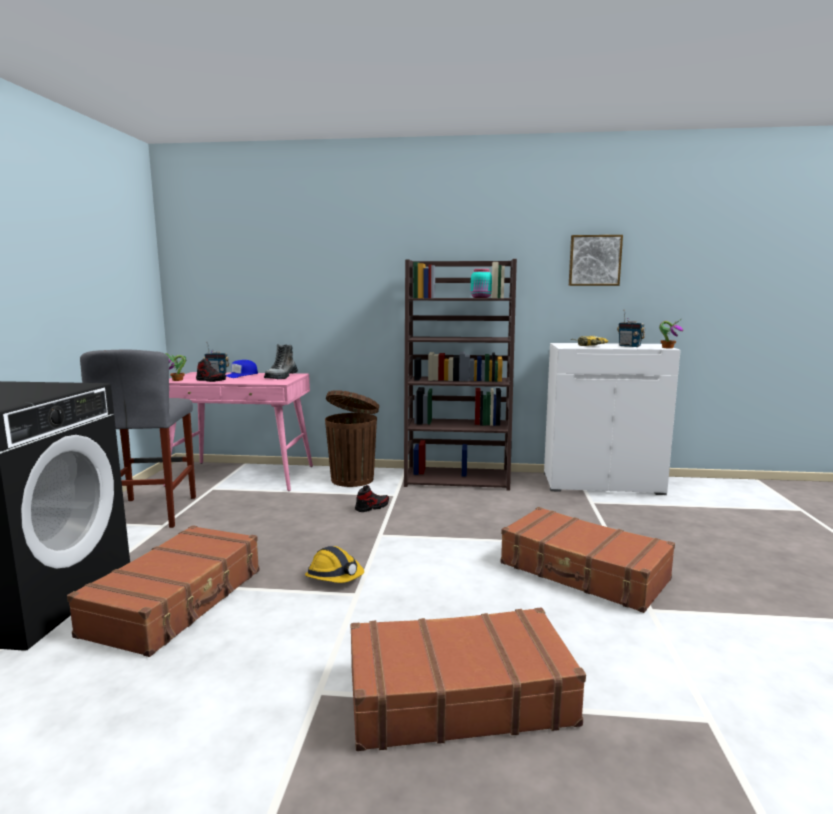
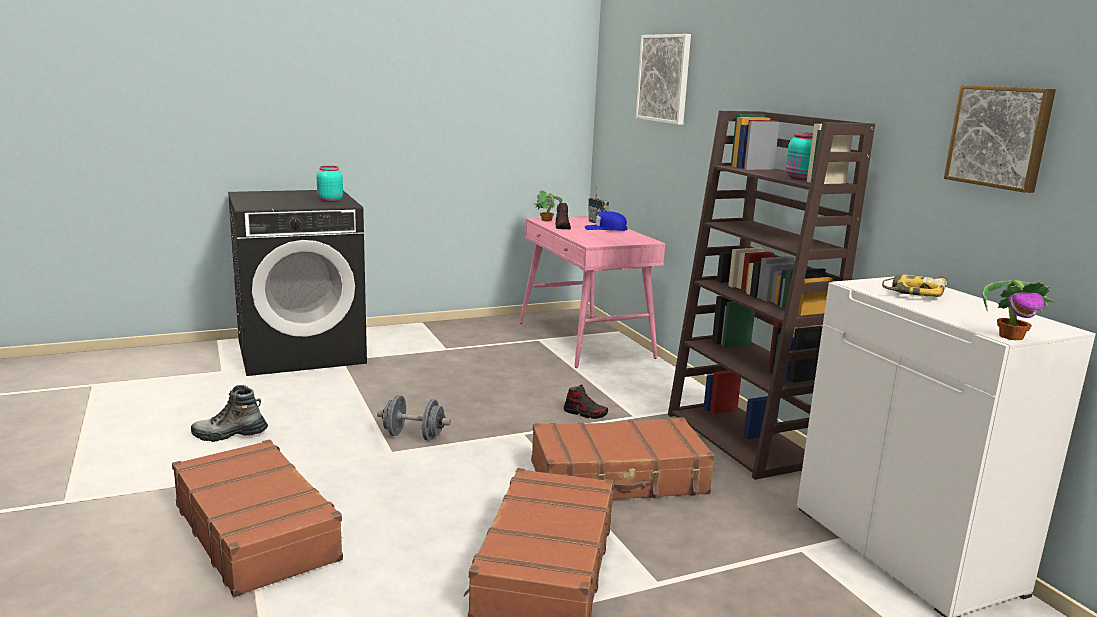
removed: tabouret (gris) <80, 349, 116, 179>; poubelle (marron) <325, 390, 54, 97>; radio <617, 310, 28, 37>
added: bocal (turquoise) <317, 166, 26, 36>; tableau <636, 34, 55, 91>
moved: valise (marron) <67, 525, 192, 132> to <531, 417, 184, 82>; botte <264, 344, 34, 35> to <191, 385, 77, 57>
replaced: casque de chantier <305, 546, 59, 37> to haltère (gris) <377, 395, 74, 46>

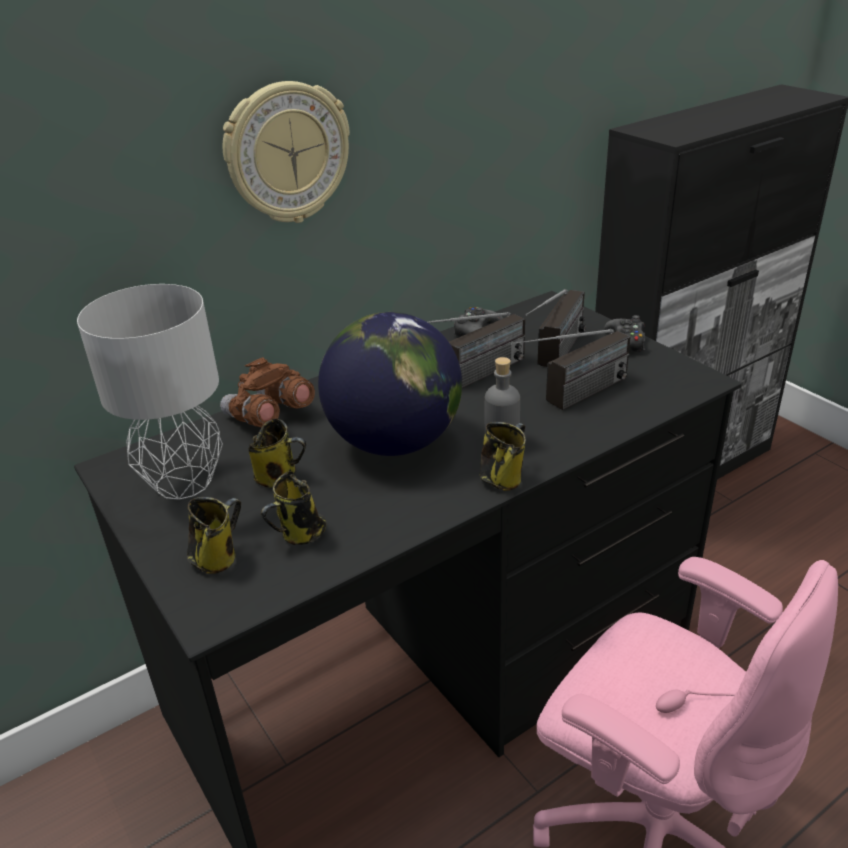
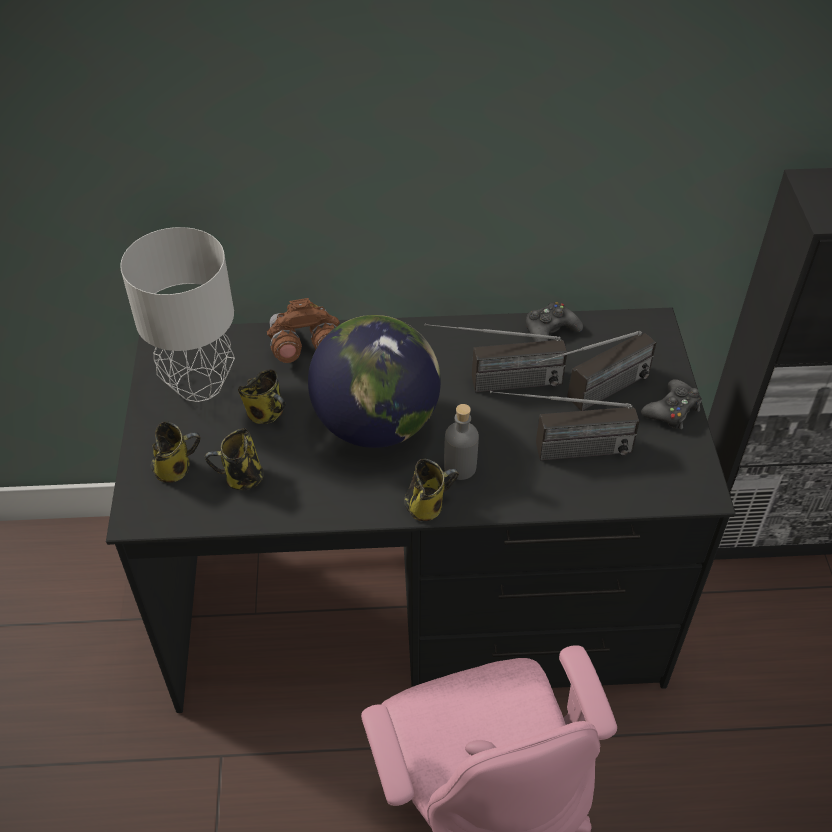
removed: horloge murale <222, 81, 128, 142>

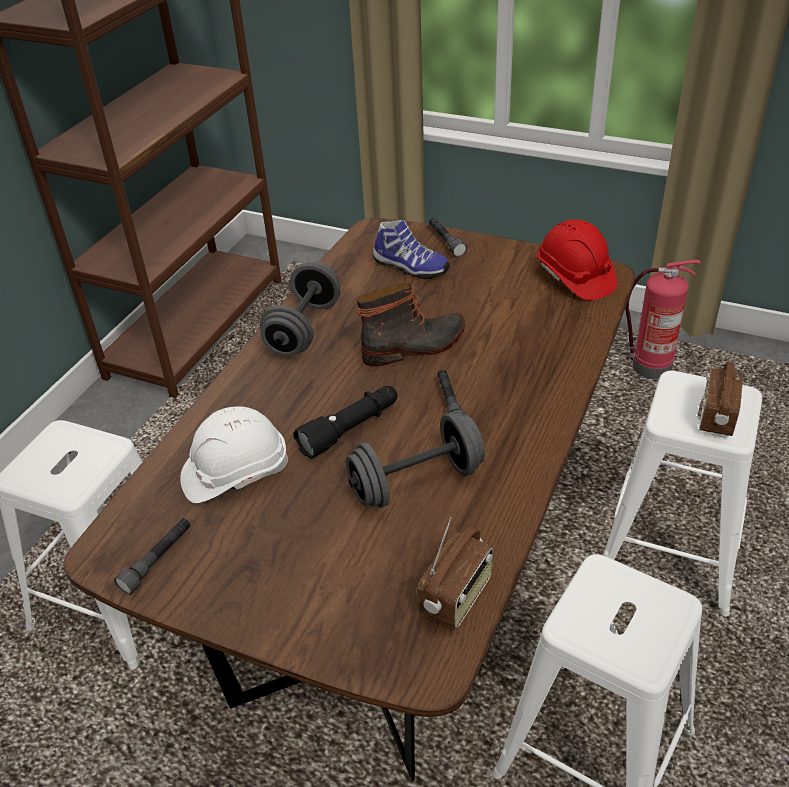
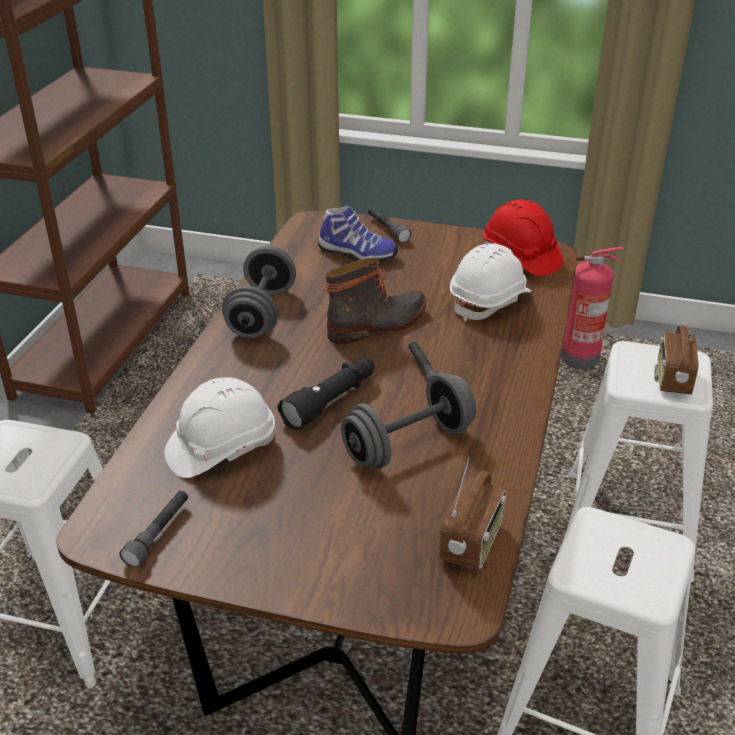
added: casque de chantier (blanc) <450, 243, 81, 79>

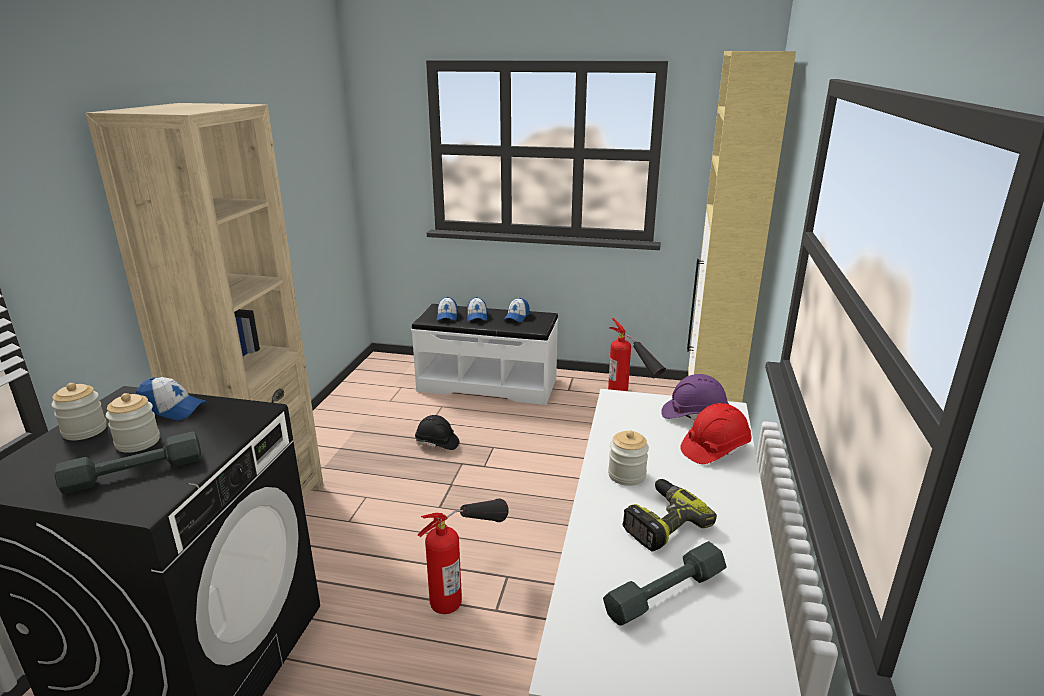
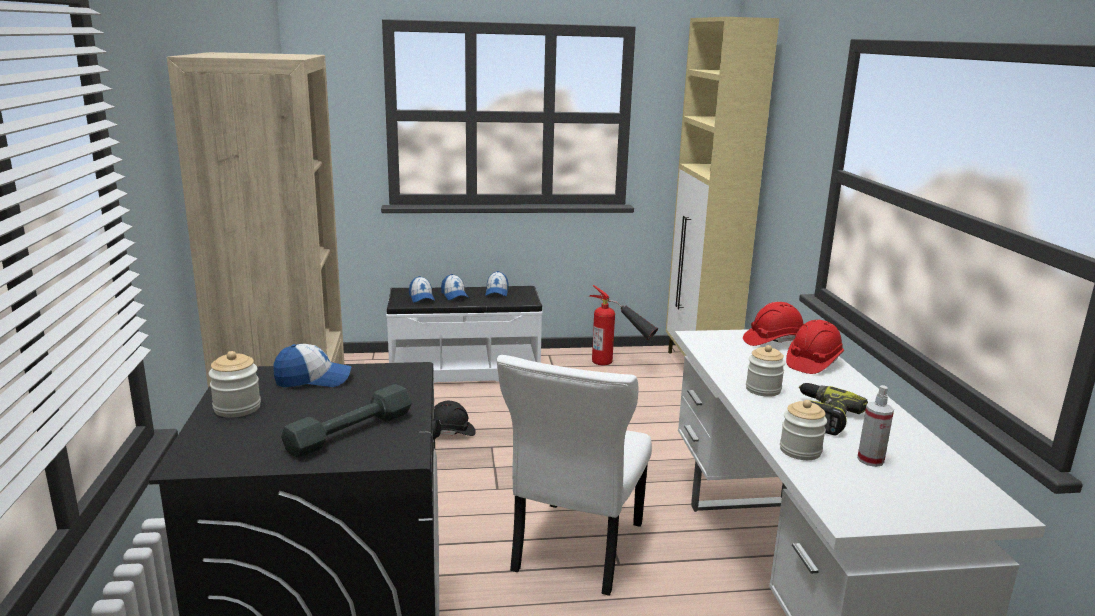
moved: bocal <106, 393, 54, 60> to <780, 400, 47, 60>
replaced: extincteur <418, 498, 91, 116> to chaise (blanc) <497, 355, 155, 241>; haltère (gris) <603, 541, 123, 85> to vaporisateur <857, 385, 37, 82>
recoloured: casque de chantier (violet) <661, 374, 68, 46> to casque de chantier (rouge) <743, 302, 61, 44>

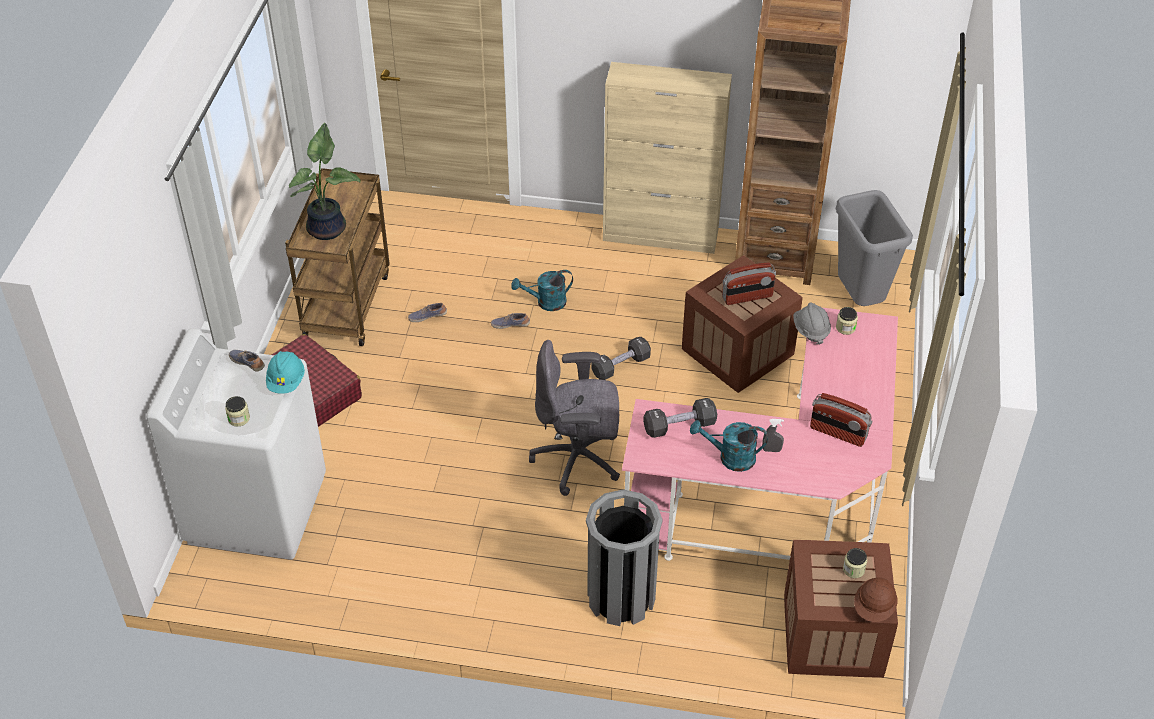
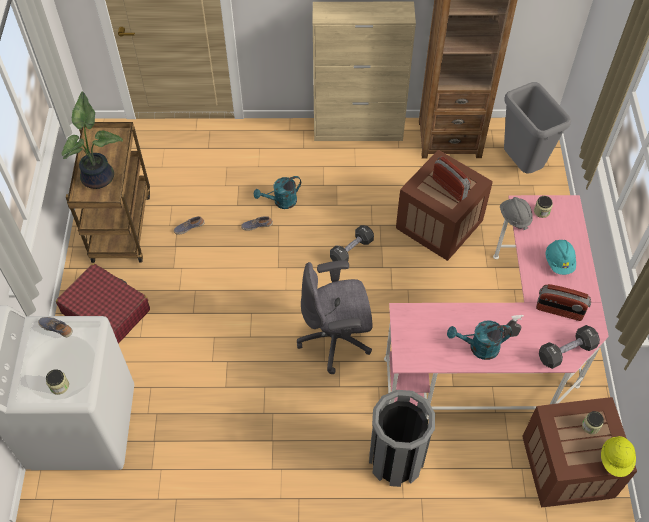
moved: casque de chantier (turquoise) <266, 351, 39, 43> to <545, 240, 31, 35>; haltère (noir) <643, 398, 74, 40> to <539, 325, 61, 44>
recoloured: casque de chantier (marron) <854, 577, 43, 45> to casque de chantier (jaune) <601, 436, 35, 41>
turned: radio <722, 262, 54, 43> = <432, 156, 39, 46> 105 degrees counterclockwise

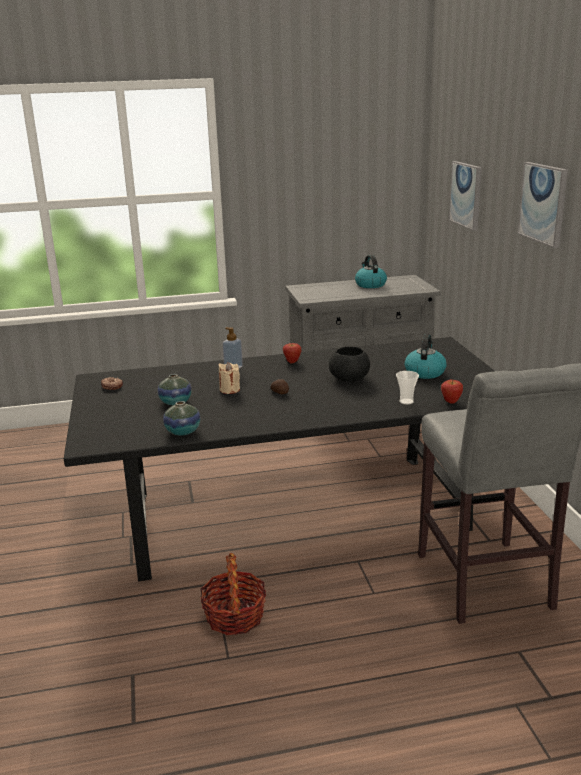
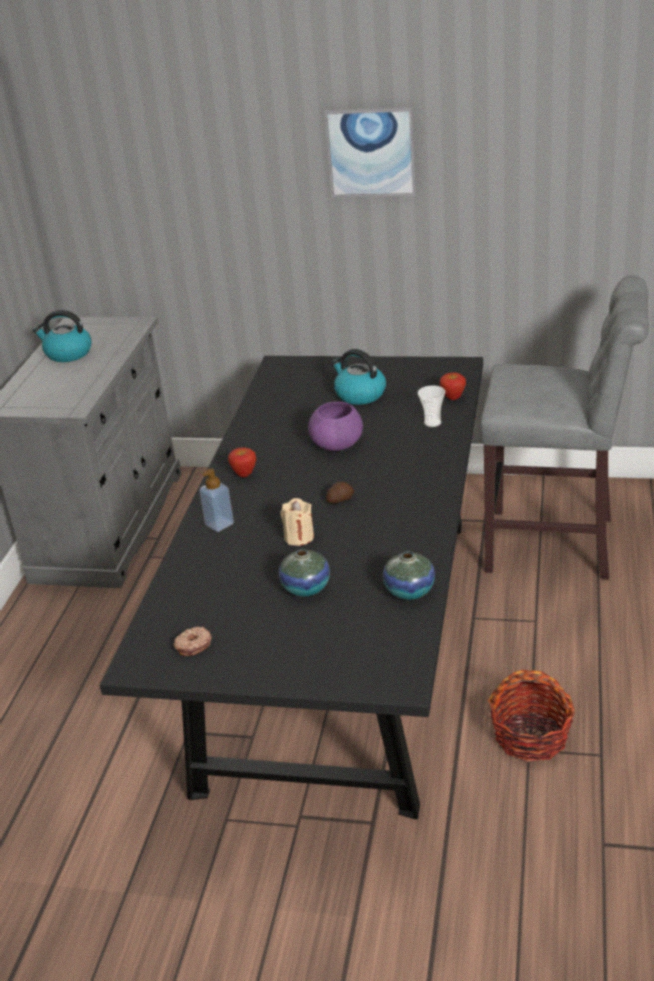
removed: tableau <449, 161, 33, 70>
recoloured: bol (noir) <329, 347, 41, 35> to bol (violet) <308, 402, 55, 49>

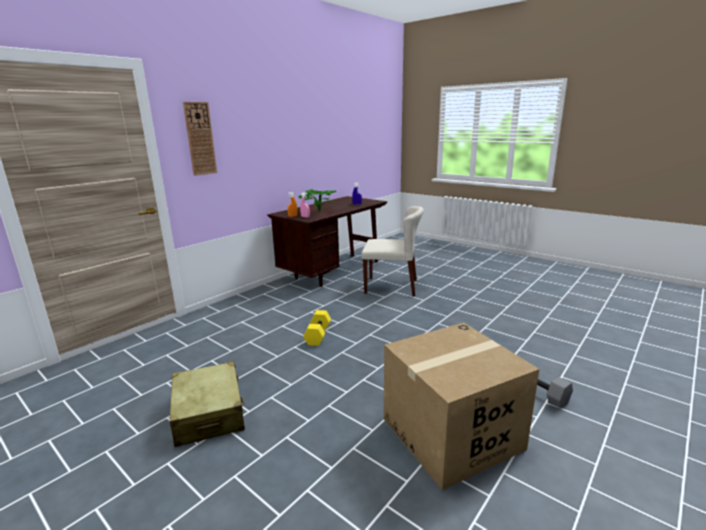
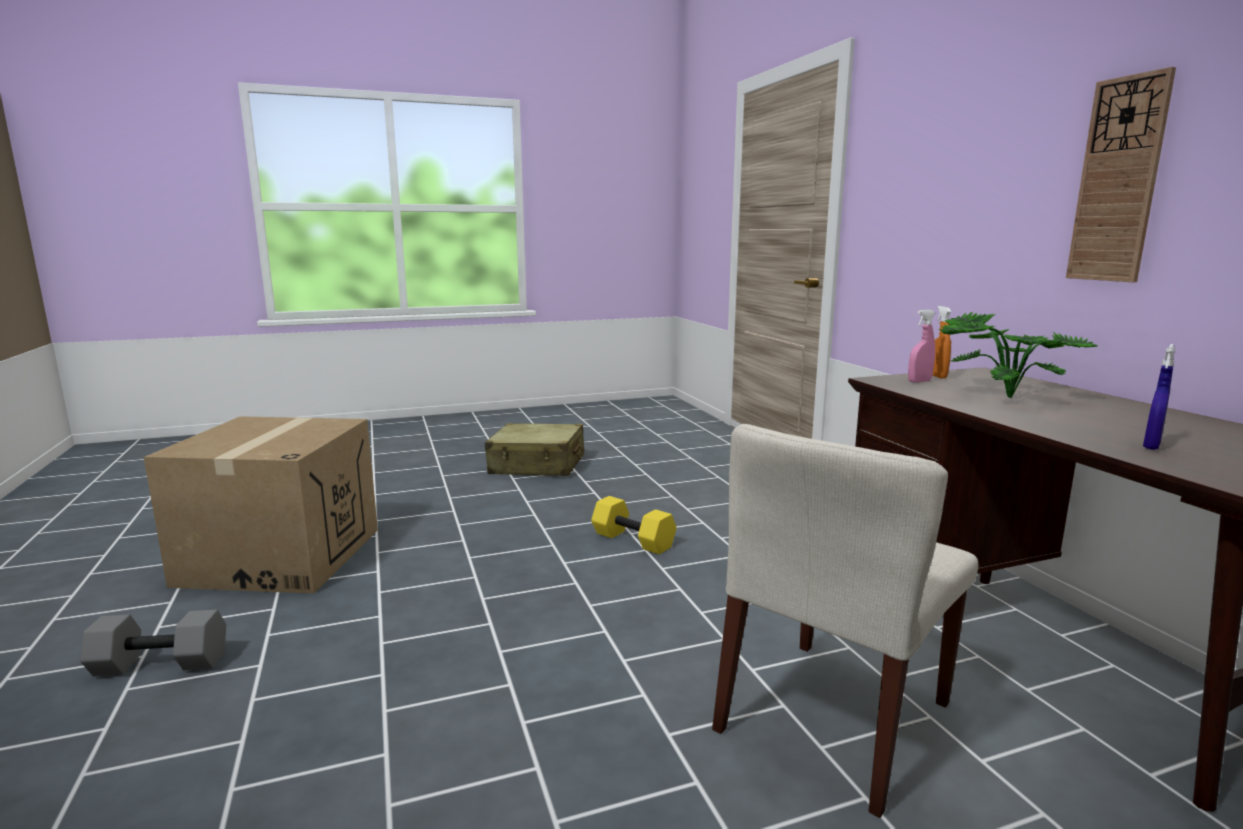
moved: horloge murale <183, 102, 34, 74> to <1066, 67, 110, 215>

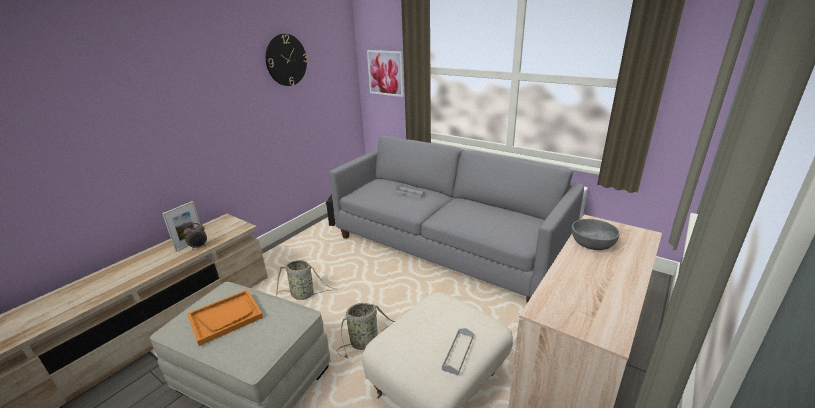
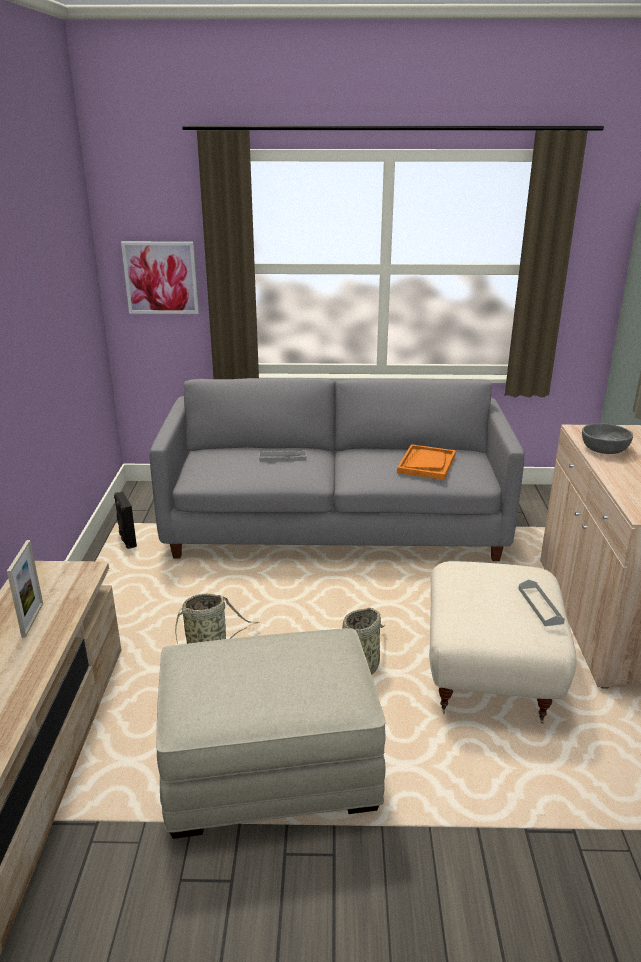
removed: réveil <184, 223, 23, 27>; horloge murale <266, 34, 42, 52>
moved: plateau (orange) <187, 289, 76, 57> to <397, 444, 59, 36>

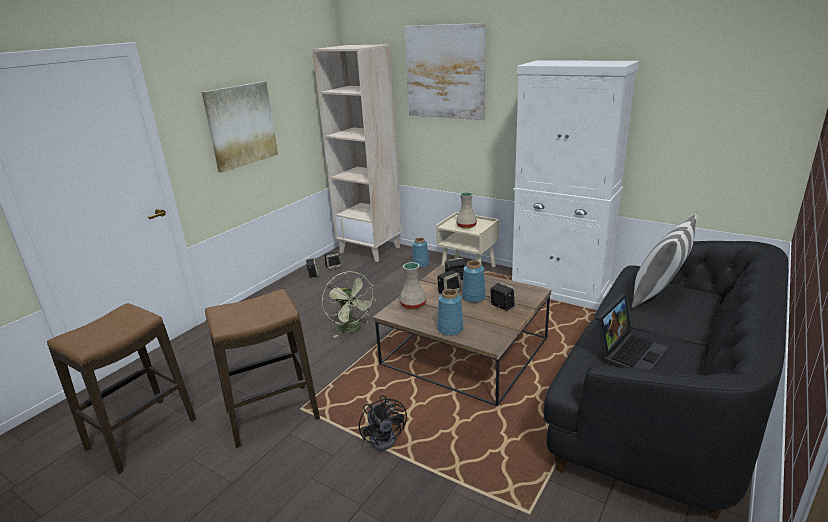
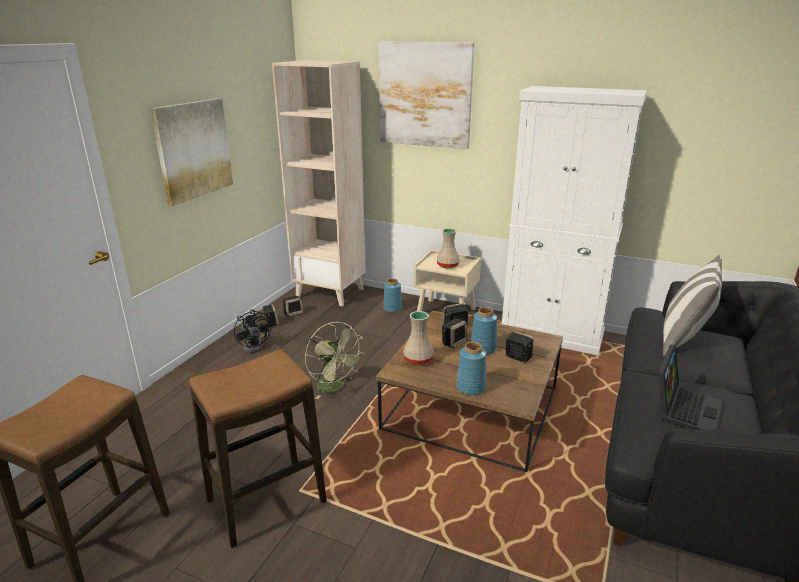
moved: ventilateur (noir) <359, 395, 48, 56> to <234, 309, 37, 44>

